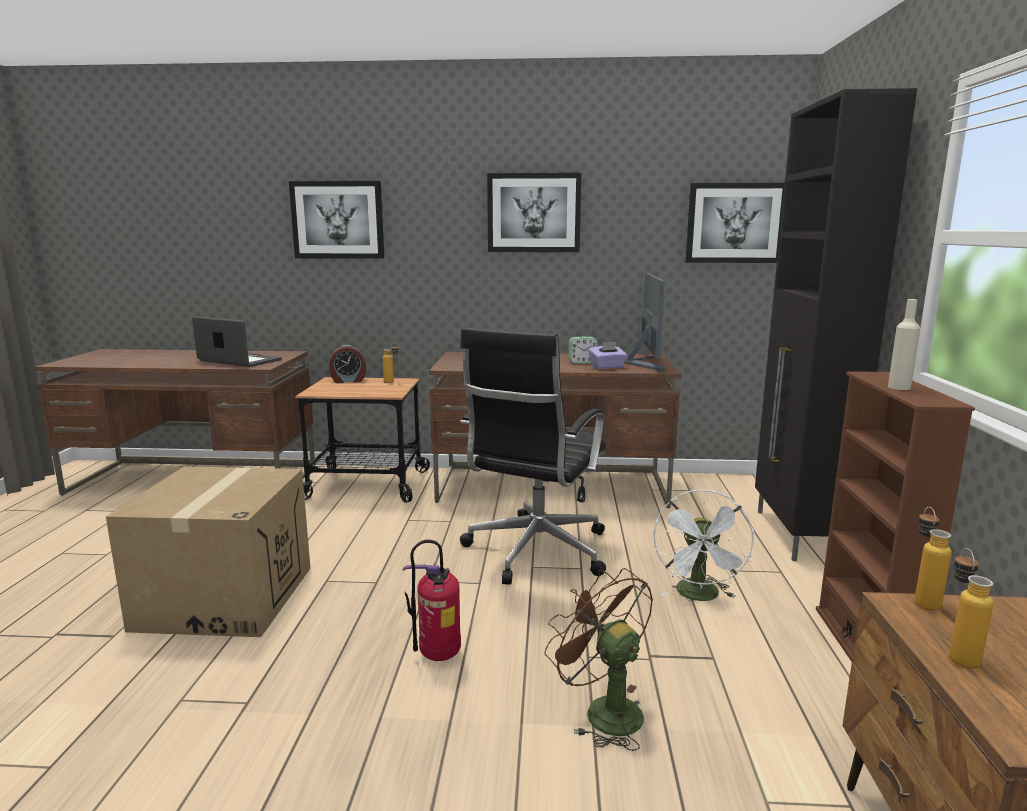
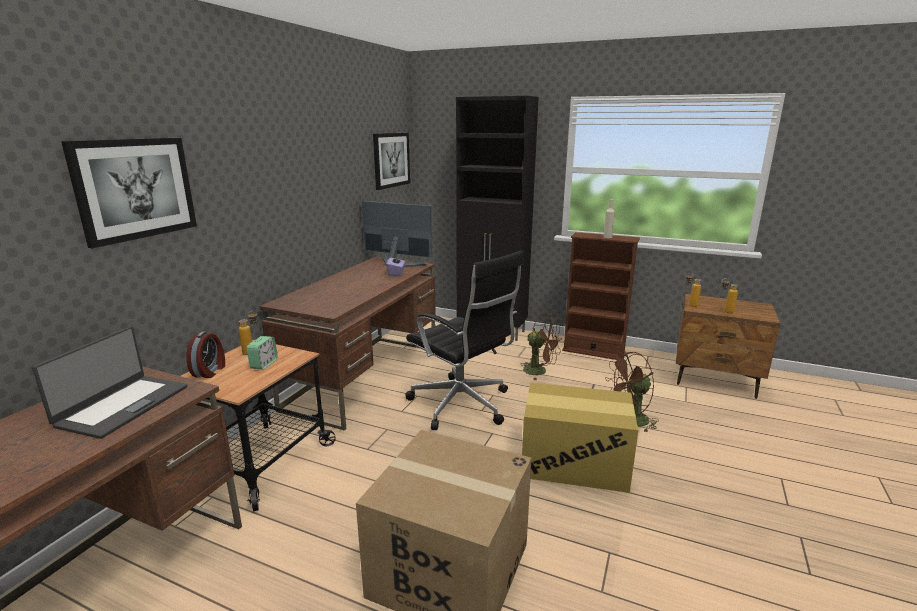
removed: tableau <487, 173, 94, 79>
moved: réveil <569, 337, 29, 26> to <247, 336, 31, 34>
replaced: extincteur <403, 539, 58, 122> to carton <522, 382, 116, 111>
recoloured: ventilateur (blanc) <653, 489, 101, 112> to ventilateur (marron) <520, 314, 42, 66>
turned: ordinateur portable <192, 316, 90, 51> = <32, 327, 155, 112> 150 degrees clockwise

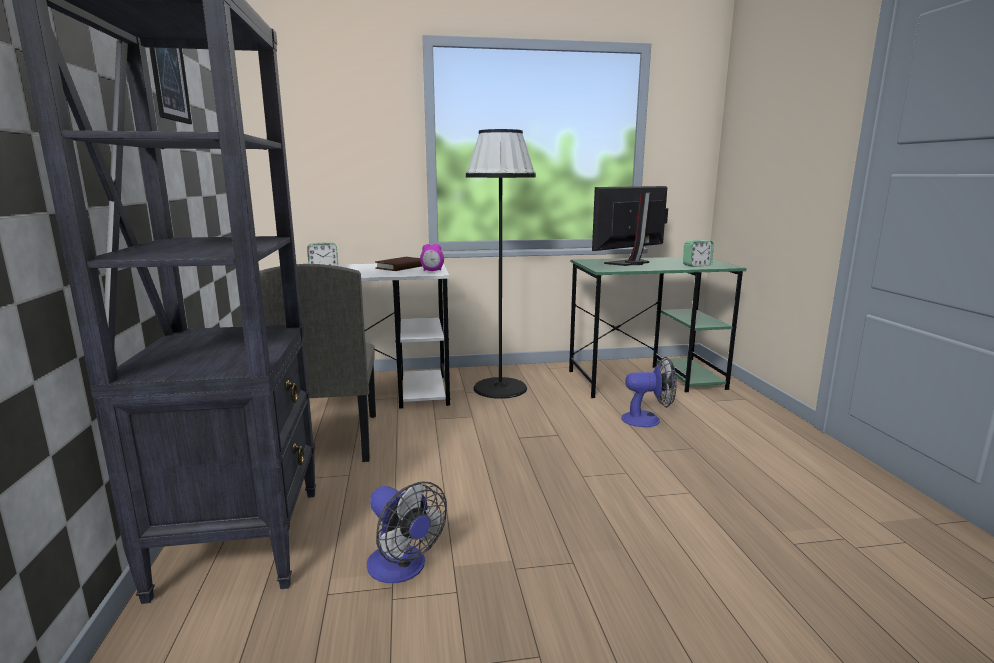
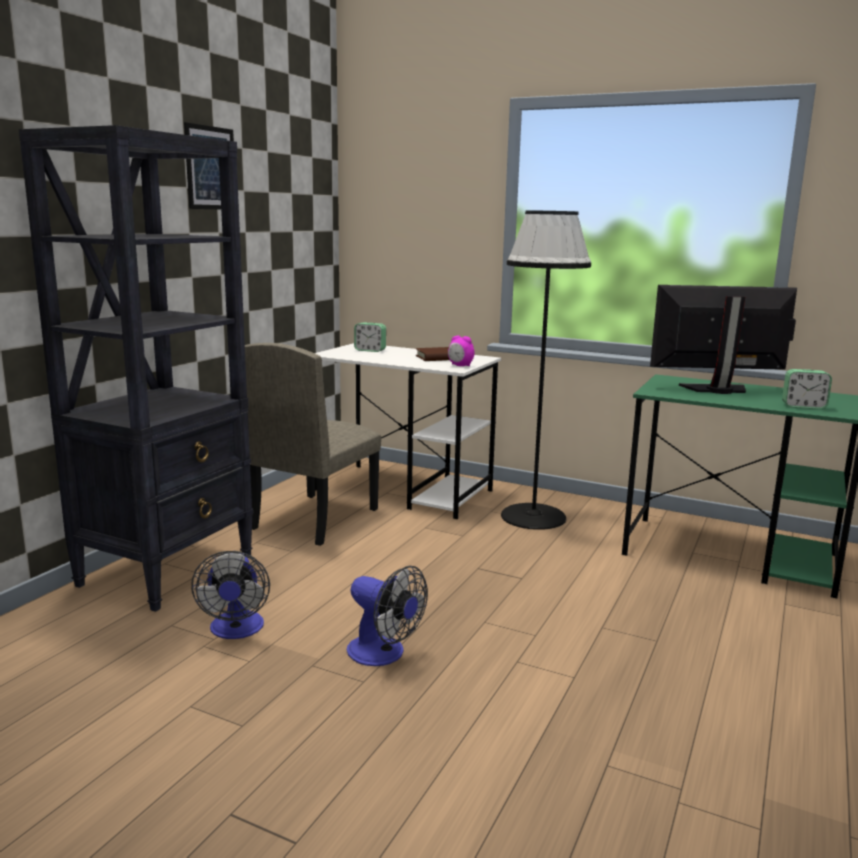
moved: ventilateur <621, 357, 56, 70> to <347, 566, 81, 100>

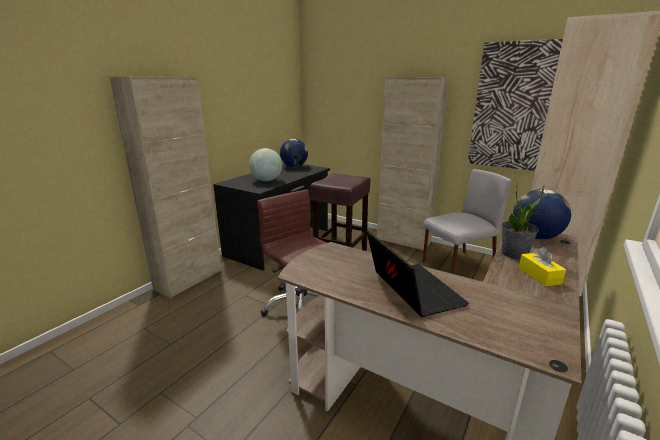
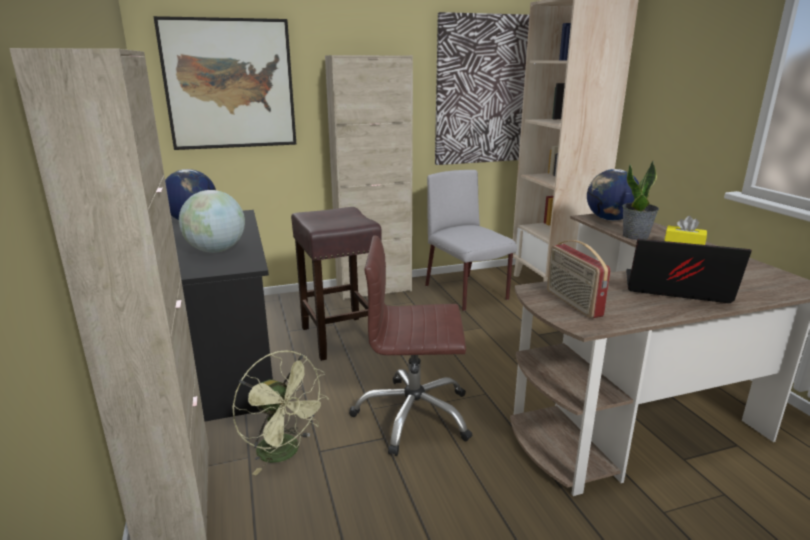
added: tableau <153, 16, 143, 134>; ventilateur (vert) <233, 350, 96, 126>; radio <547, 240, 64, 78>
turned: chaise (gris) <423, 169, 89, 105> = <425, 170, 92, 141> 45 degrees counterclockwise

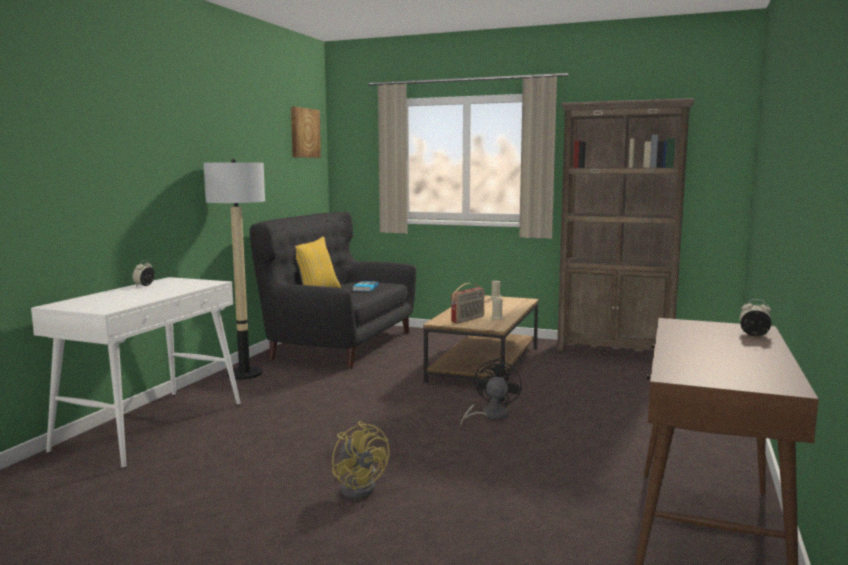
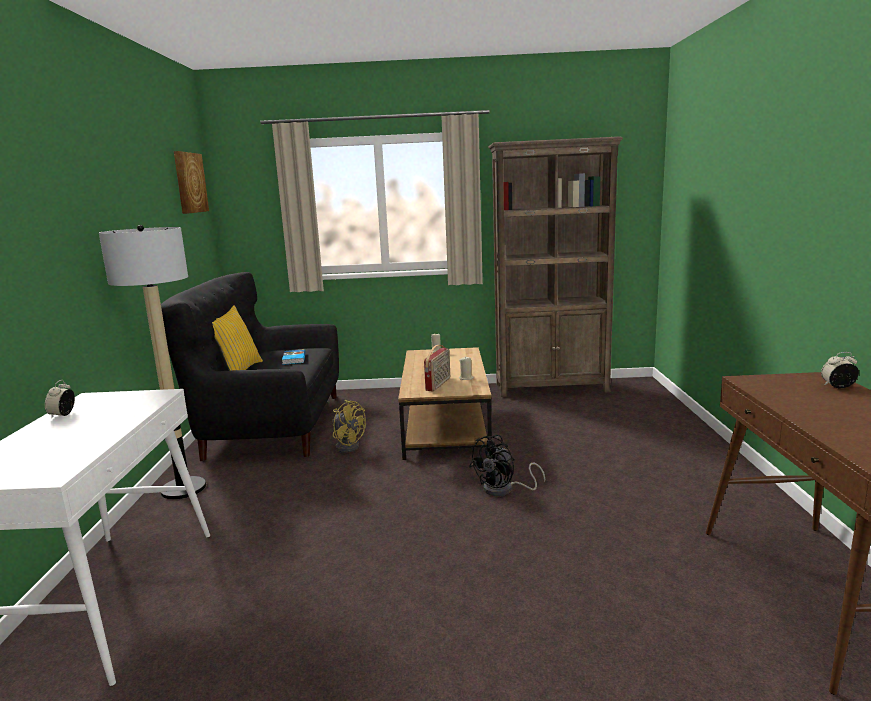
moved: ventilateur (jaune) <332, 421, 58, 78> to <332, 400, 34, 53>
turned: ventilateur (noir) <460, 358, 62, 67> = <469, 435, 76, 61> 135 degrees counterclockwise

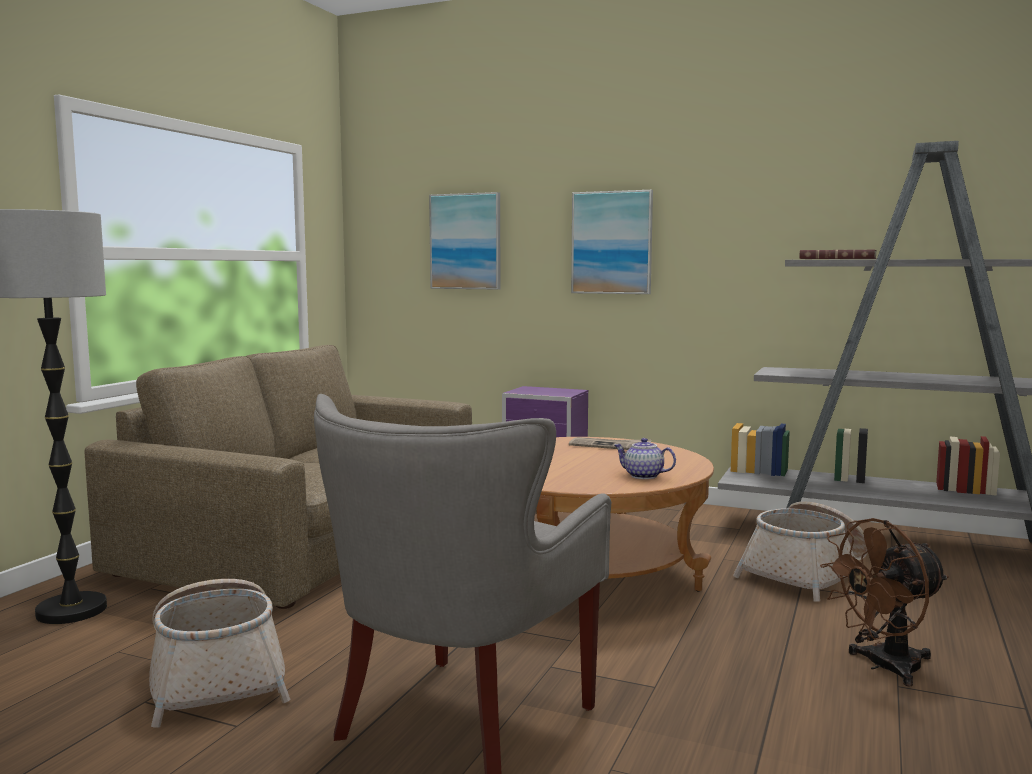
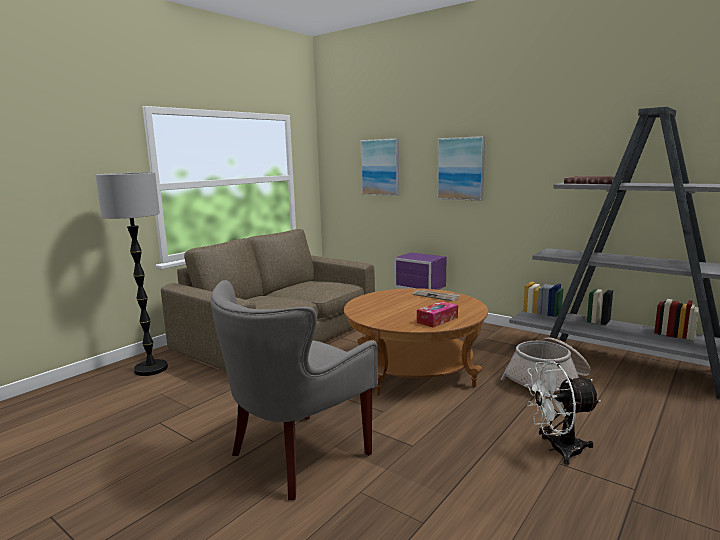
removed: panier <149, 579, 142, 149>
replaced: théière <614, 438, 62, 41> to boîte à mouchoirs <417, 301, 41, 27>
recoloured: ventilateur (marron) <820, 518, 129, 169> to ventilateur (blanc) <524, 361, 77, 104>

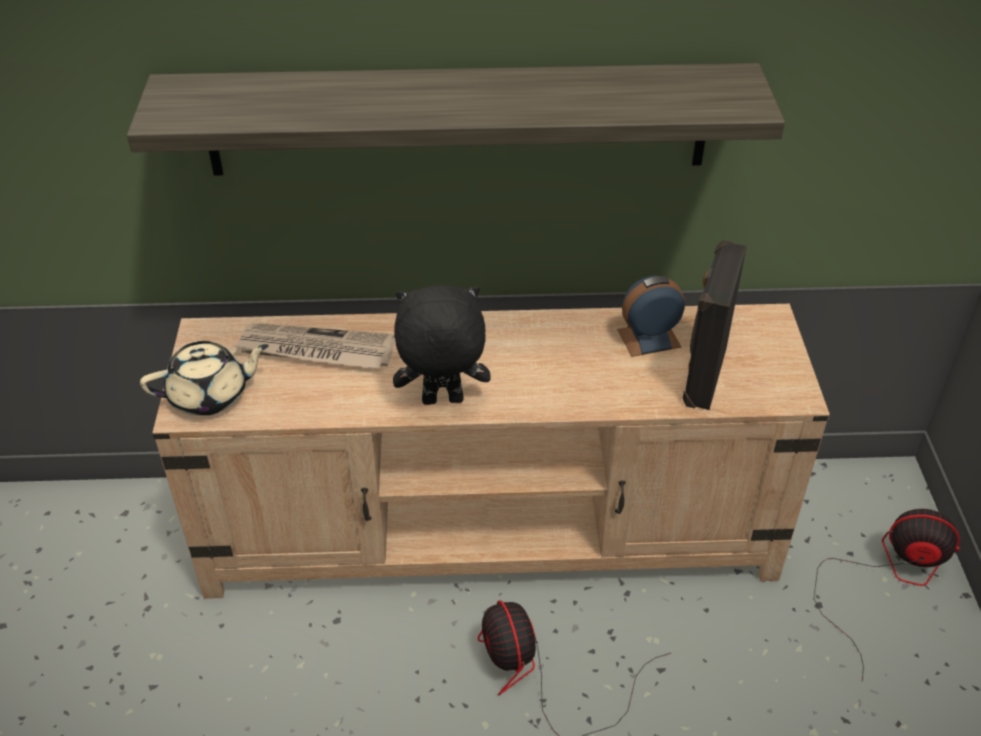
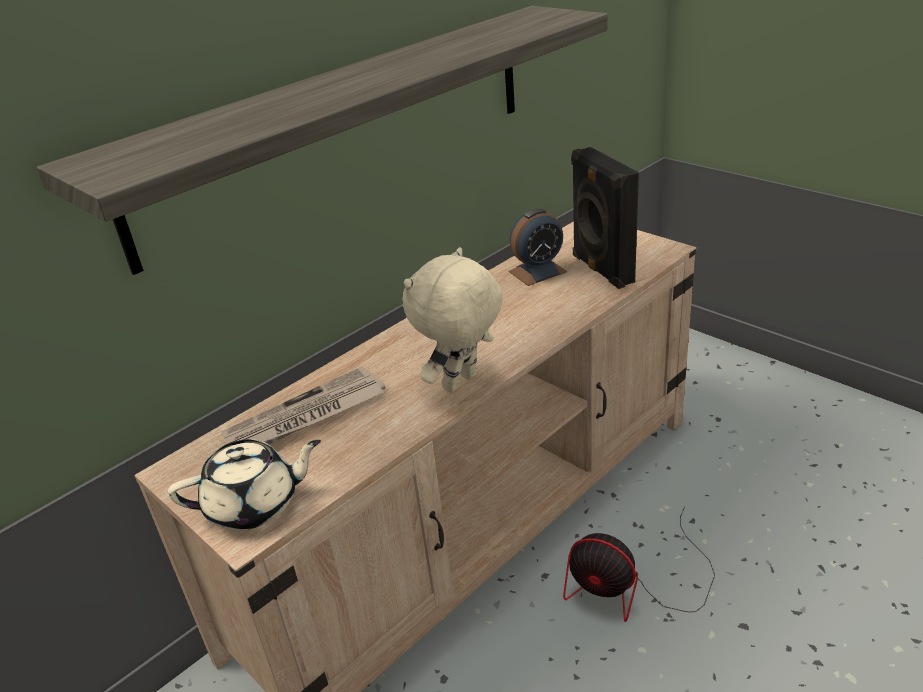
removed: ventilateur <814, 509, 146, 172>
recoloured: peluche (noir) <393, 285, 98, 120> to peluche (beige) <403, 247, 100, 146>
turned: théière (beige) <140, 341, 129, 75> = <168, 439, 153, 91> 45 degrees clockwise; réveil <617, 276, 68, 81> = <508, 208, 59, 78> 150 degrees counterclockwise

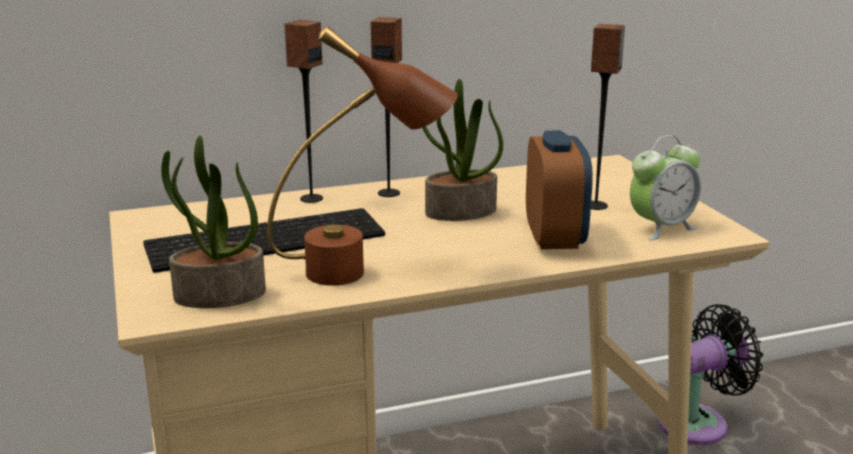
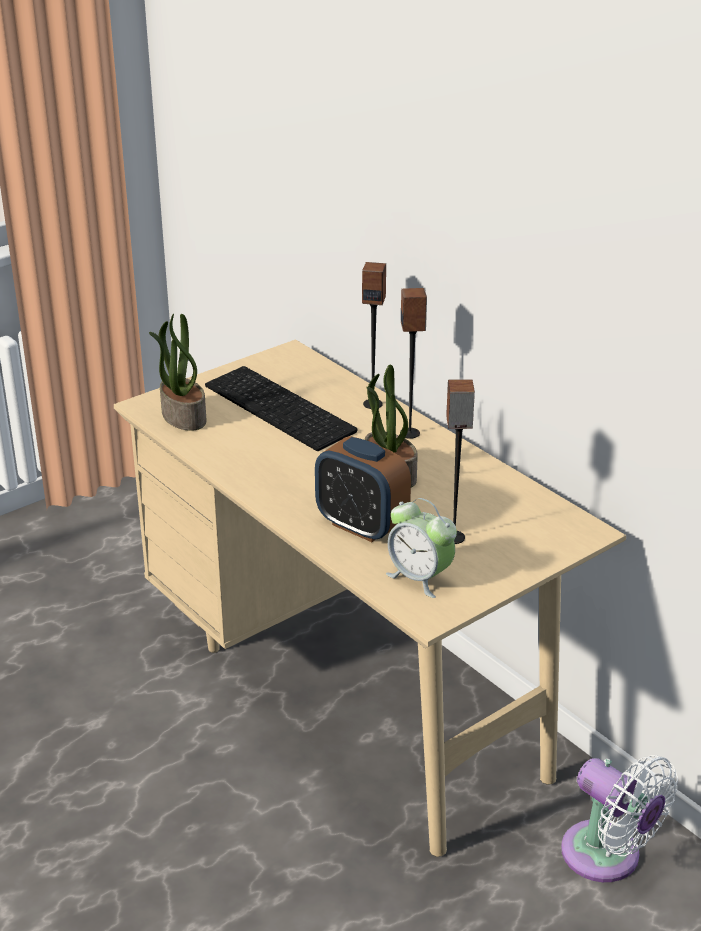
removed: lampe de table (marron) <267, 26, 191, 260>
recoloured: ventilateur (noir) <658, 304, 105, 141> to ventilateur (blanc) <561, 755, 117, 127>
turned: réveil <526, 130, 67, 119> = <315, 436, 96, 106> 60 degrees clockwise

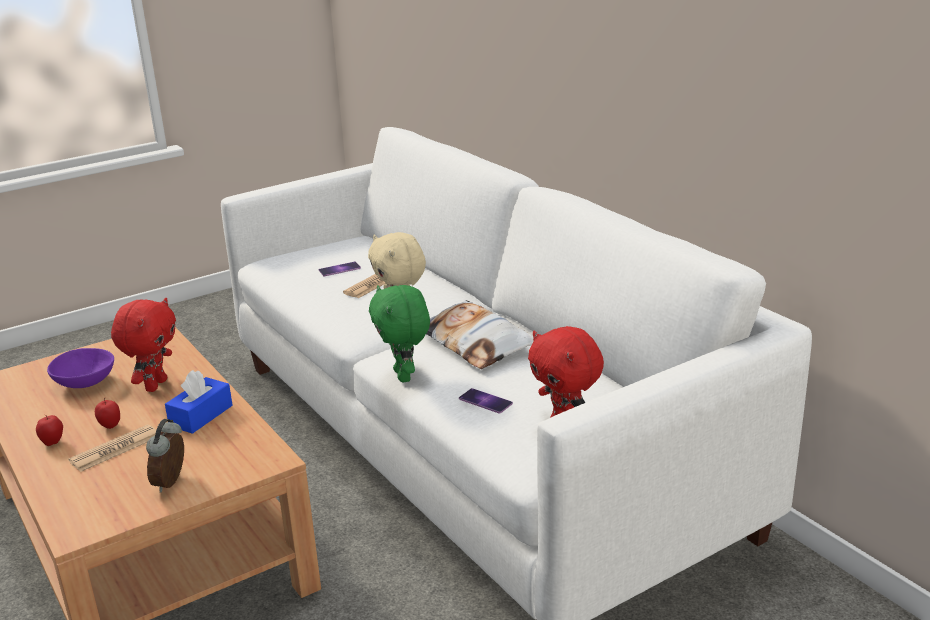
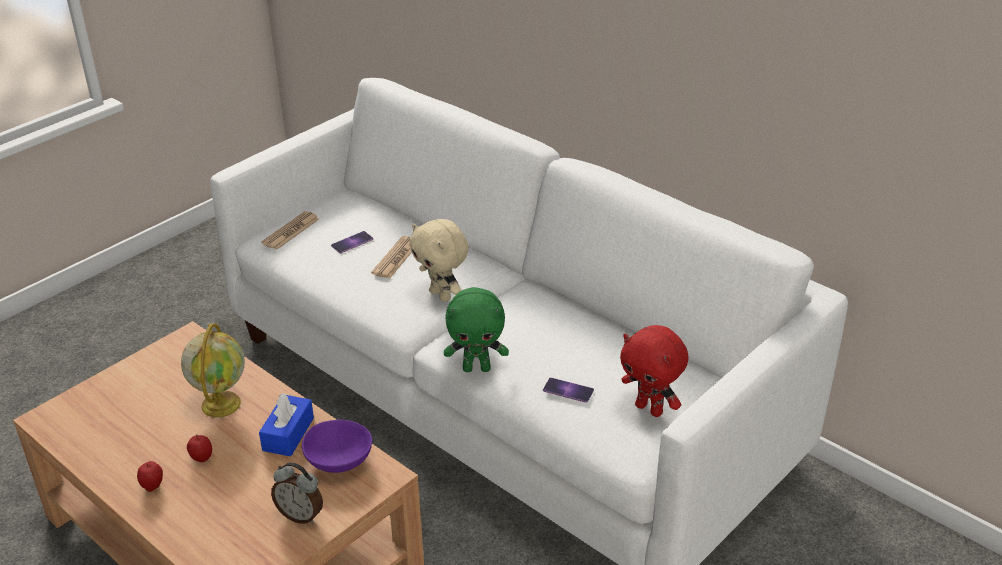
removed: coussin <426, 300, 108, 69>
moved: bol (violet) <47, 348, 67, 40> to <302, 420, 70, 53>; journal <68, 424, 88, 48> to <261, 211, 58, 39>
replaced: peluche (rouge) <111, 298, 65, 94> to globe <181, 323, 64, 95>
turned: réveil <146, 419, 38, 73> = <271, 462, 52, 62> 60 degrees counterclockwise; peluche (vert) <369, 285, 61, 97> = <444, 287, 65, 85> 60 degrees counterclockwise

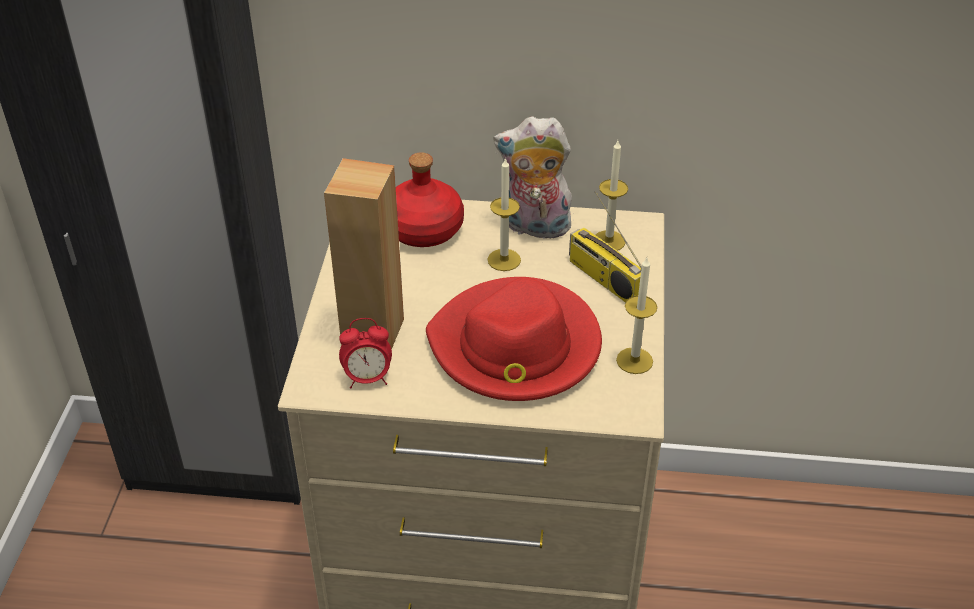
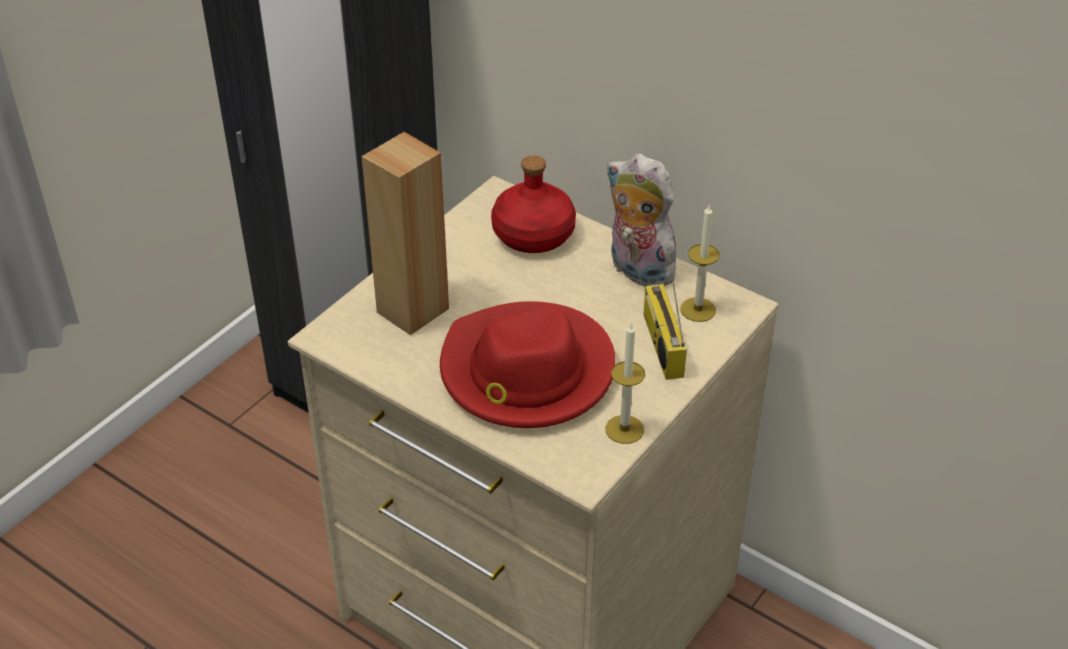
removed: réveil <339, 318, 53, 71>; bougie <487, 157, 34, 114>

